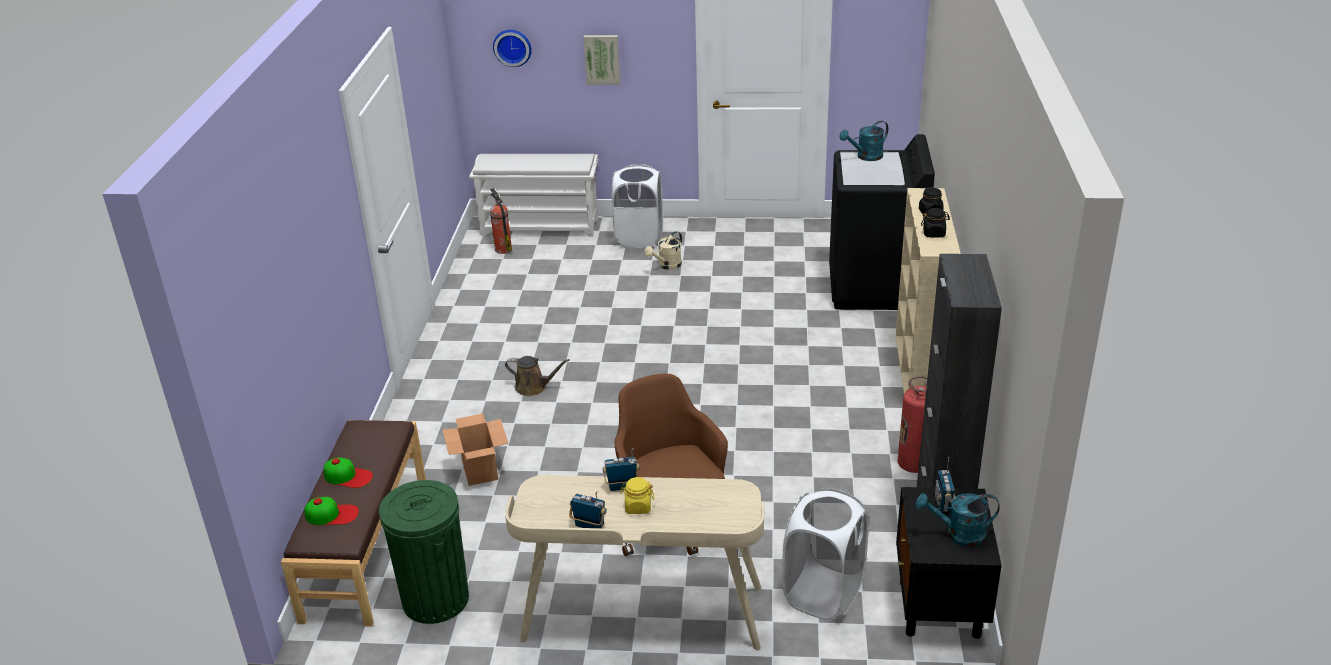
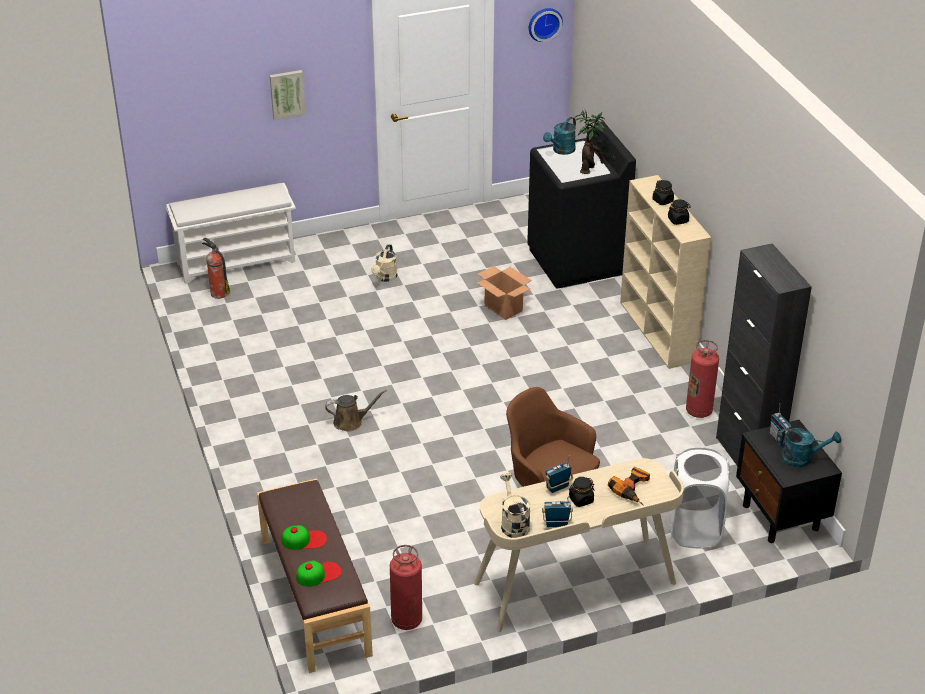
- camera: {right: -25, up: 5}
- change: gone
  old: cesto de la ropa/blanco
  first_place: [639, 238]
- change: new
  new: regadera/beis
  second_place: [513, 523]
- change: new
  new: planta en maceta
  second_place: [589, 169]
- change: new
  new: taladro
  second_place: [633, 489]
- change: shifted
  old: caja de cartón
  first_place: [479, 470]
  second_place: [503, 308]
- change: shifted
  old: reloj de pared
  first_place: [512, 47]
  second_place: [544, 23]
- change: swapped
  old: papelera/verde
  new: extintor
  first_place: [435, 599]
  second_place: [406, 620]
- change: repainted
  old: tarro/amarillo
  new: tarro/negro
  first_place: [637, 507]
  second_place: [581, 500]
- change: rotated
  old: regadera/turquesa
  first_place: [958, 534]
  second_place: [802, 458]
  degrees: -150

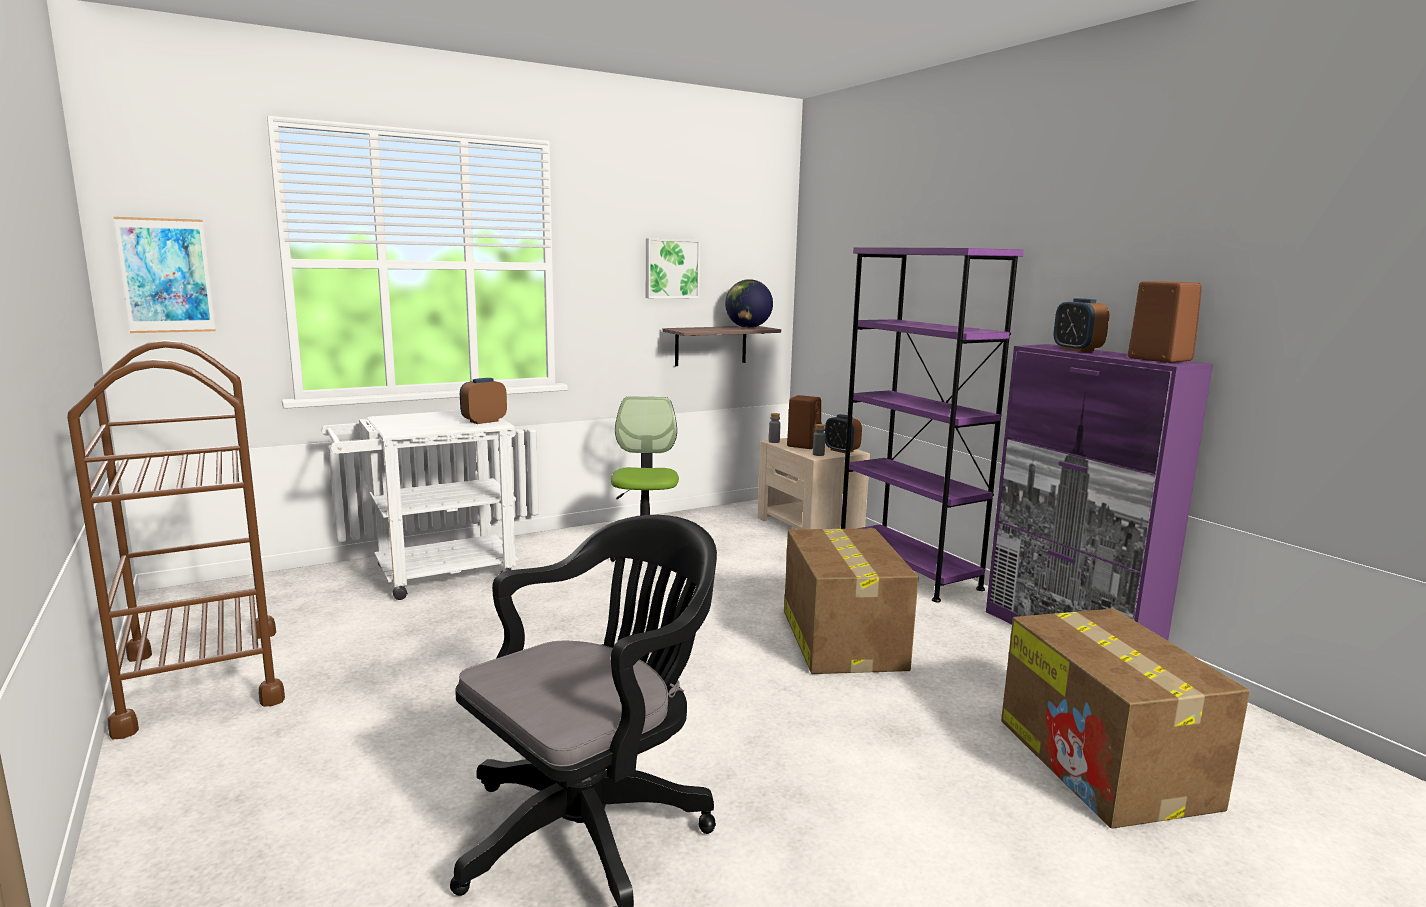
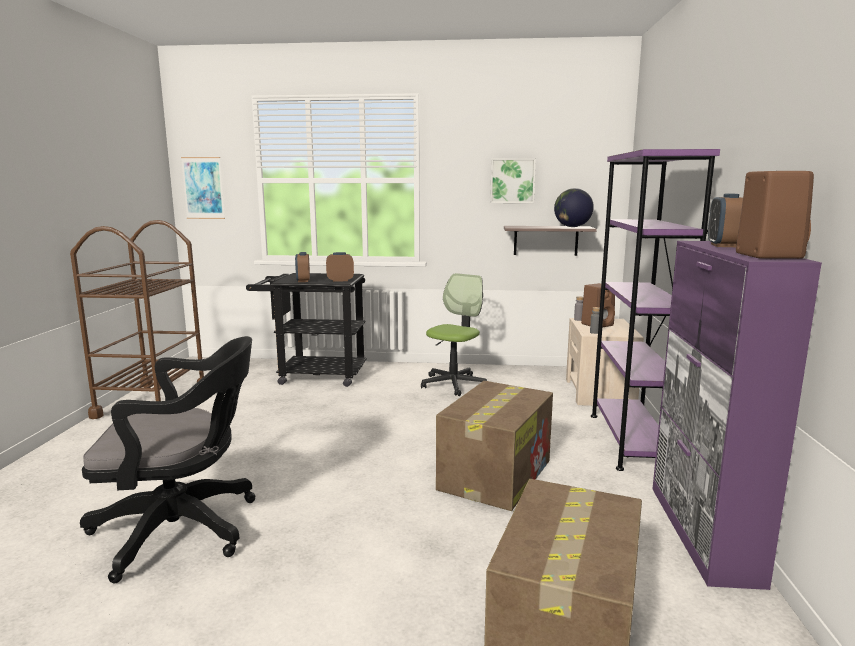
- camera: {right: 35, up: 0}
- change: shifted
  old: despertador
  first_place: [841, 451]
  second_place: [303, 280]
- change: repainted
  old: carrito/blanco
  new: carrito/negro
  first_place: [431, 575]
  second_place: [314, 375]

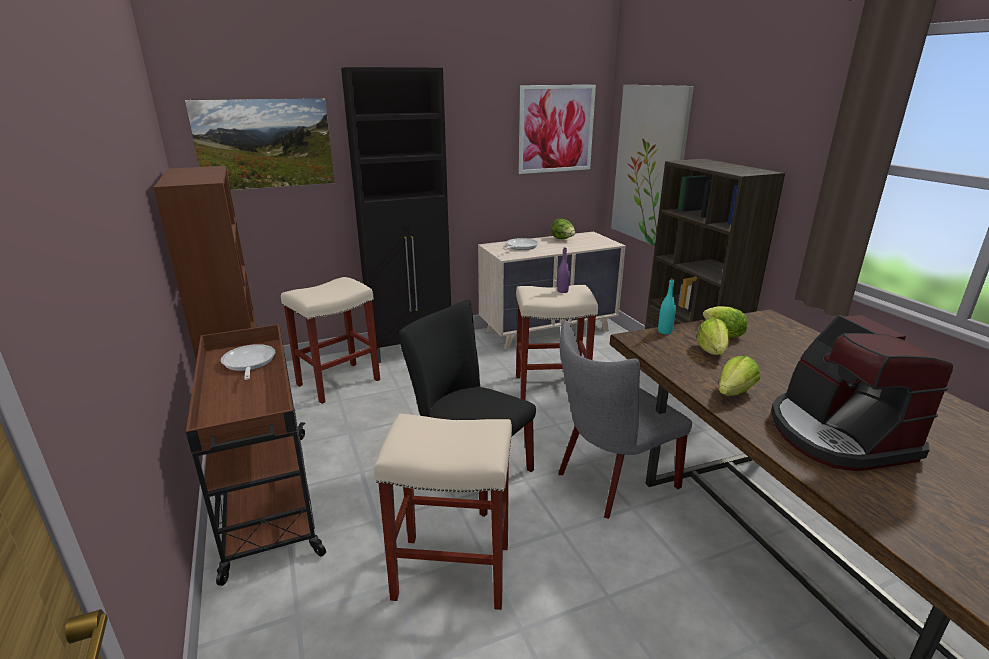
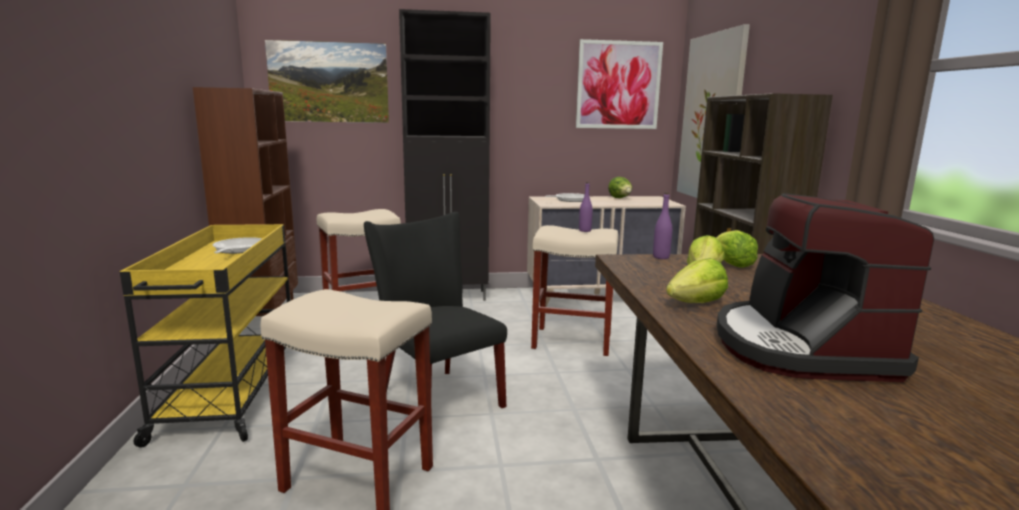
- camera: {right: 15, up: -10}
- change: gone
  old: silla/gris
  first_place: [611, 481]
- change: repainted
  old: carrito/marrón
  new: carrito/amarillo
  first_place: [268, 500]
  second_place: [232, 390]
- change: repainted
  old: botella/turquesa
  new: botella/morado
  first_place: [664, 331]
  second_place: [661, 257]

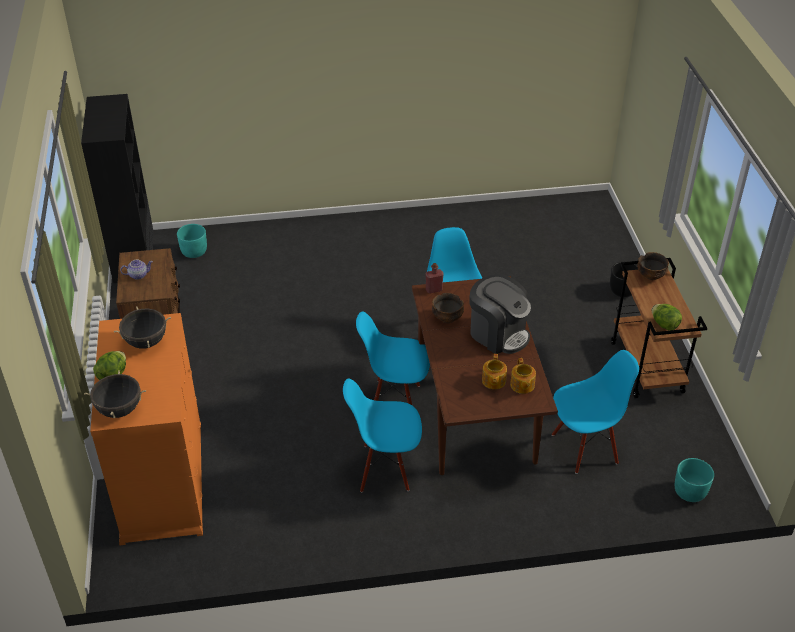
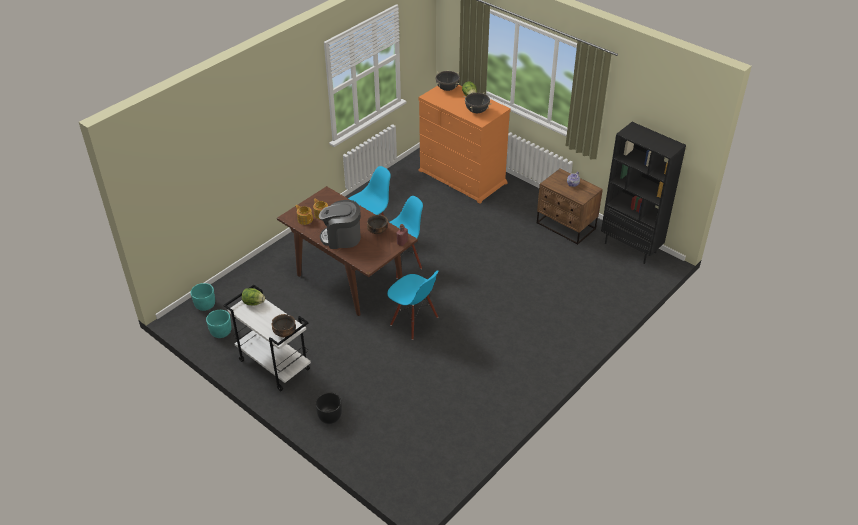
- camera: {right: 140, up: 0}
- change: gone
  old: silla/azul
  first_place: [585, 447]
- change: shifted
  old: maceta/turquesa
  first_place: [194, 251]
  second_place: [221, 332]
- change: repainted
  old: carrito/marrón
  new: carrito/blanco
  first_place: [647, 367]
  second_place: [273, 365]

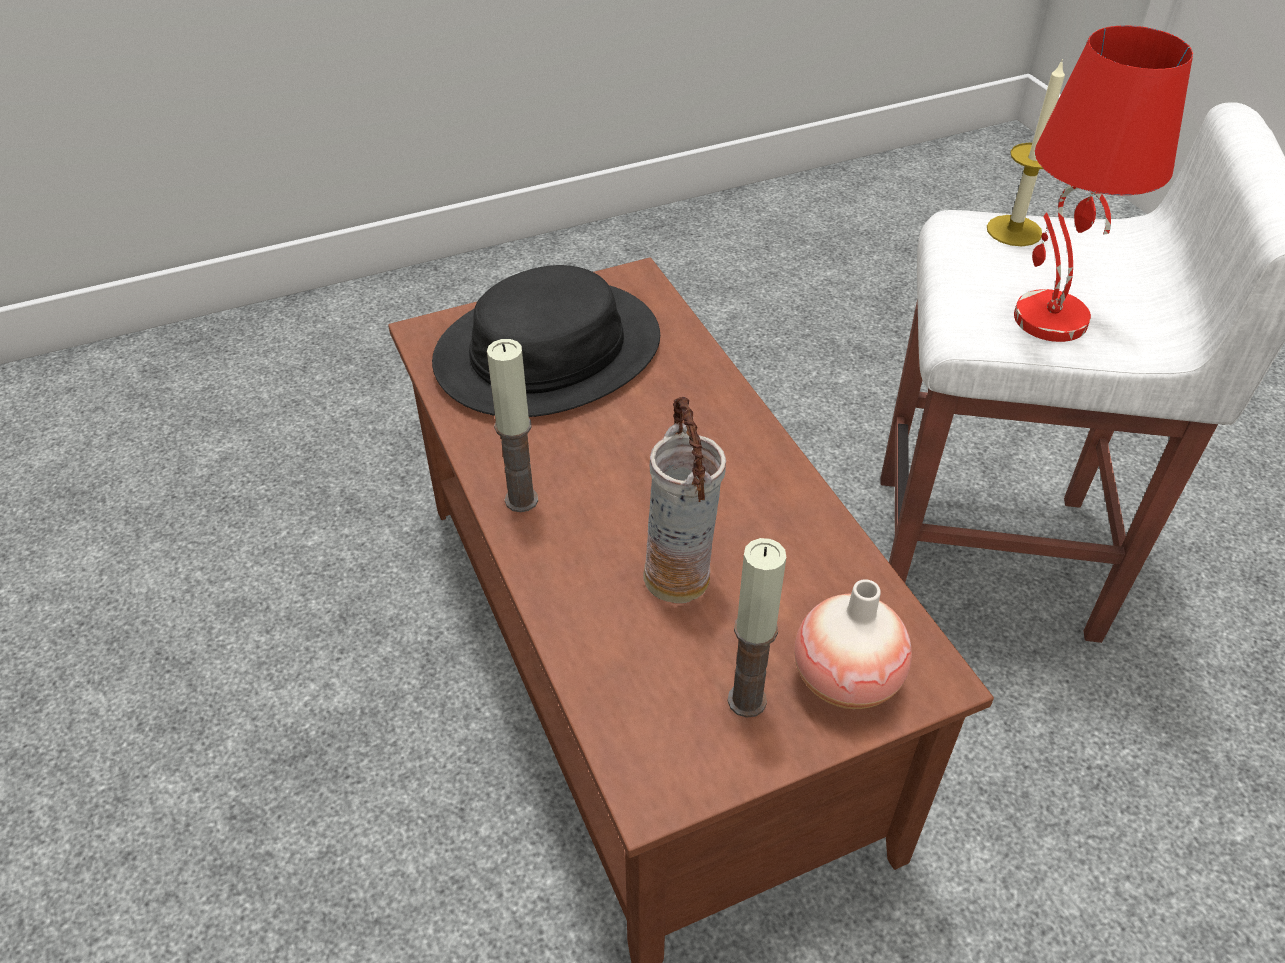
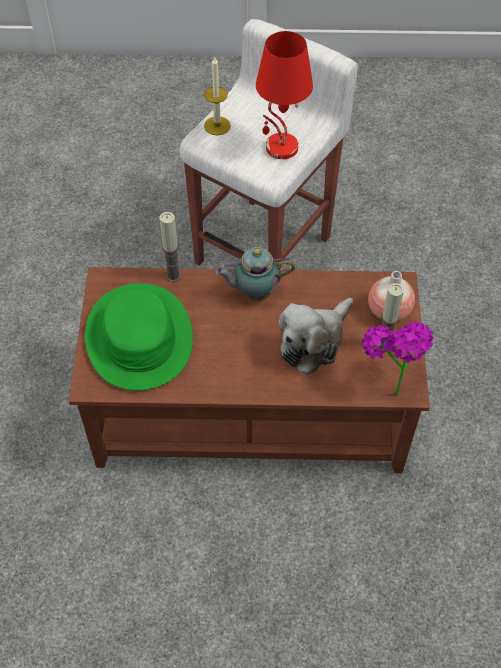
- camera: {right: -65, up: 10}
- change: new
  new: tetera
  second_place: [254, 292]
- change: new
  new: planta en maceta
  second_place: [389, 384]
- change: shifted
  old: vela
  first_place: [521, 500]
  second_place: [173, 276]
- change: swapped
  old: florero
  new: peluche
  first_place: [680, 577]
  second_place: [314, 341]
- change: repainted
  old: sombrero/negro
  new: sombrero/verde
  first_place: [547, 351]
  second_place: [138, 337]

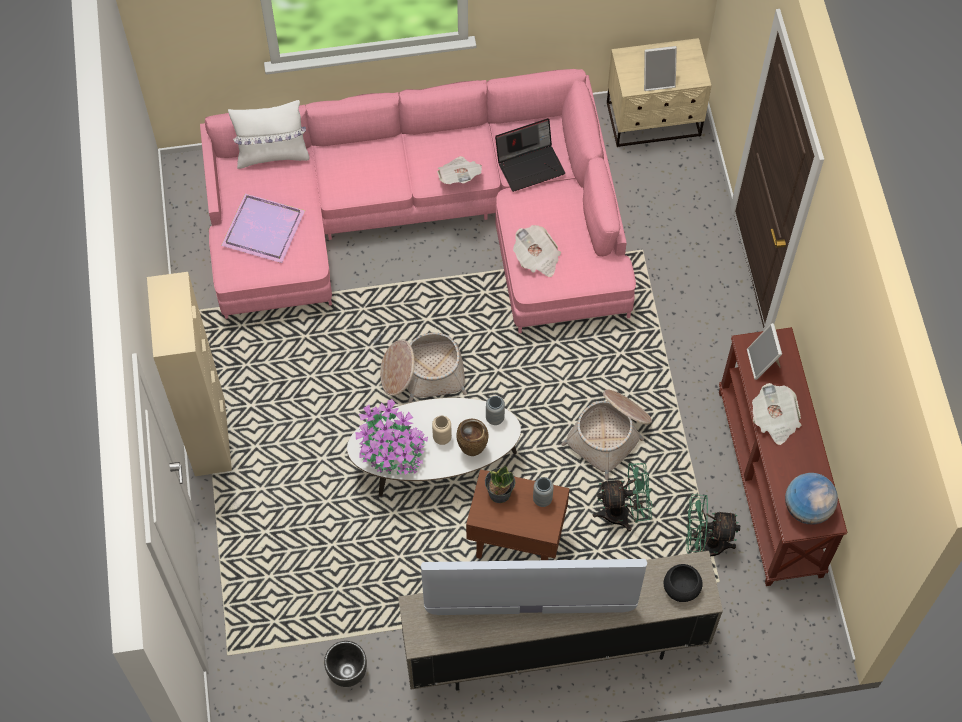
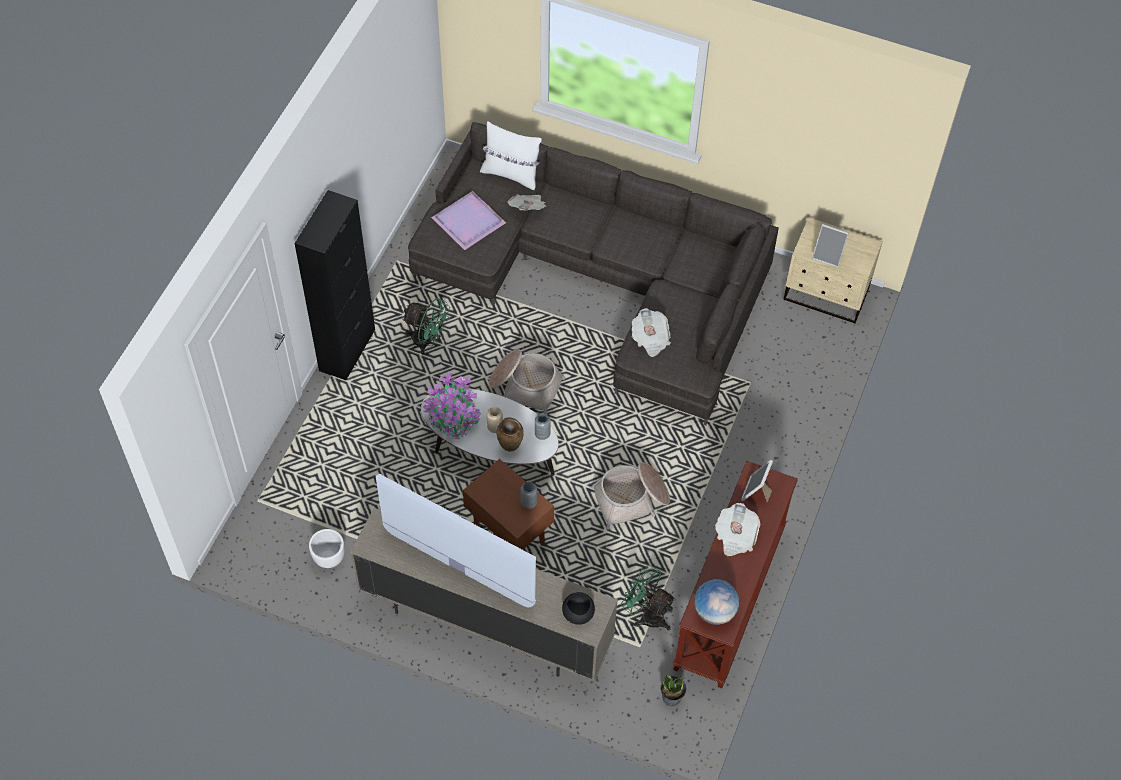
- camera: {right: 30, up: -5}
- change: gone
  old: portátil
  first_place: [530, 165]
- change: shifted
  old: periódico
  first_place: [459, 177]
  second_place: [528, 208]
- change: shifted
  old: planta en maceta
  first_place: [499, 492]
  second_place: [671, 697]
- change: shifted
  old: ventilador/verde
  first_place: [623, 513]
  second_place: [427, 341]
- change: repainted
  old: armario/beis
  new: armario/negro
  first_place: [210, 437]
  second_place: [347, 350]
- change: repainted
  old: sofá/rosa
  new: sofá/gris
  first_place: [425, 220]
  second_place: [602, 280]
- change: repainted
  old: maceta/negro
  new: maceta/blanco
  first_place: [347, 673]
  second_place: [329, 558]

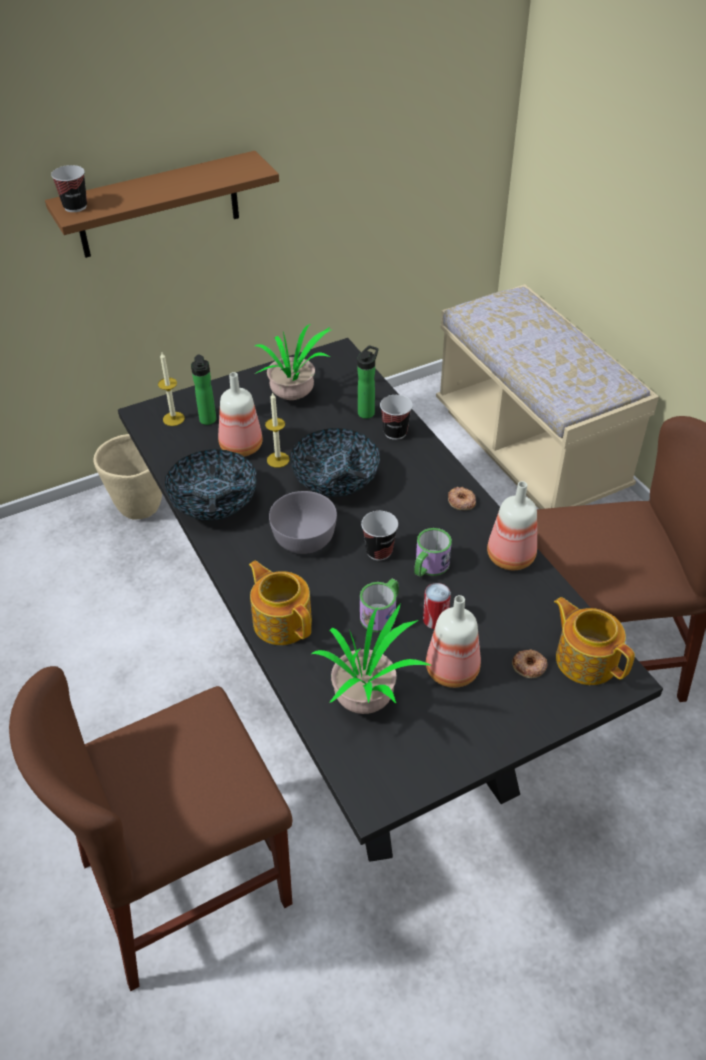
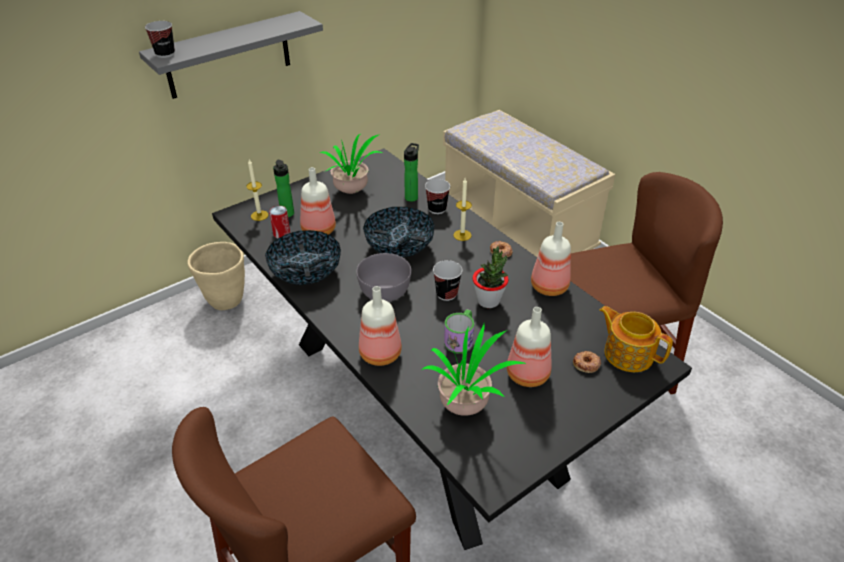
- camera: {right: -10, up: -5}
- change: shifted
  old: vela
  first_place: [278, 460]
  second_place: [462, 235]
- change: shifted
  old: lata
  first_place: [435, 620]
  second_place: [281, 234]
- change: swapped
  old: tetera
  new: botella
  first_place: [282, 620]
  second_place: [382, 354]
- change: swapped
  old: taza grande
  new: planta en maceta
  first_place: [429, 567]
  second_place: [488, 301]
- change: repainted
  old: estante/marrón
  new: estante/gris
  first_place: [158, 206]
  second_place: [228, 55]

